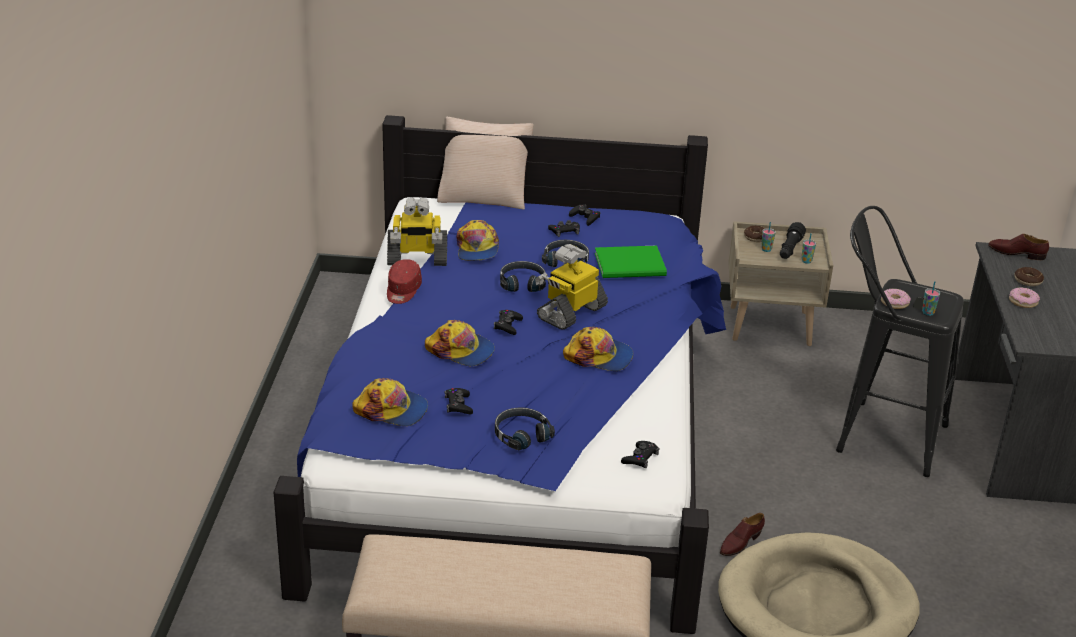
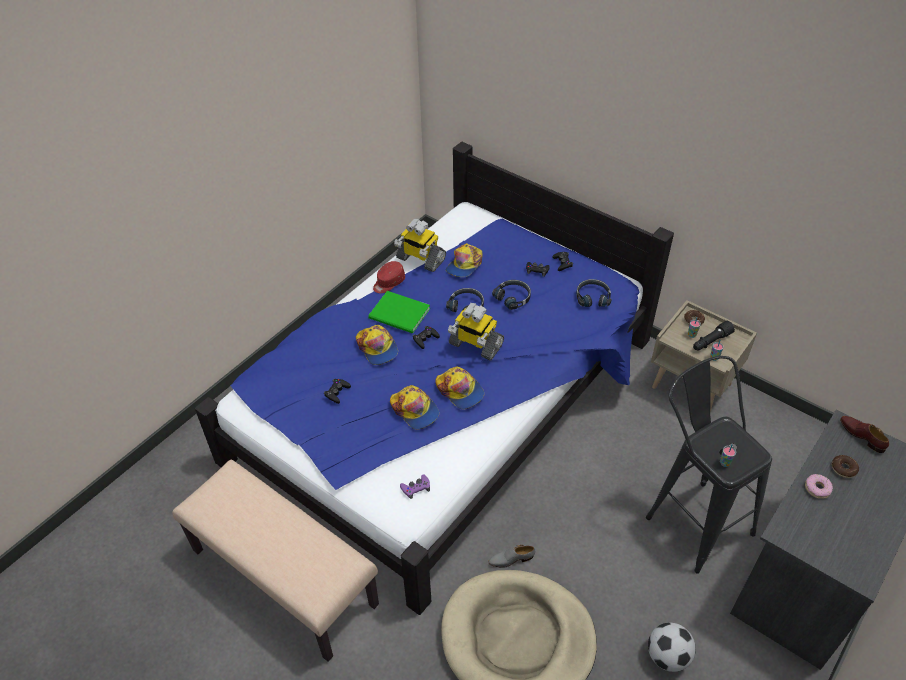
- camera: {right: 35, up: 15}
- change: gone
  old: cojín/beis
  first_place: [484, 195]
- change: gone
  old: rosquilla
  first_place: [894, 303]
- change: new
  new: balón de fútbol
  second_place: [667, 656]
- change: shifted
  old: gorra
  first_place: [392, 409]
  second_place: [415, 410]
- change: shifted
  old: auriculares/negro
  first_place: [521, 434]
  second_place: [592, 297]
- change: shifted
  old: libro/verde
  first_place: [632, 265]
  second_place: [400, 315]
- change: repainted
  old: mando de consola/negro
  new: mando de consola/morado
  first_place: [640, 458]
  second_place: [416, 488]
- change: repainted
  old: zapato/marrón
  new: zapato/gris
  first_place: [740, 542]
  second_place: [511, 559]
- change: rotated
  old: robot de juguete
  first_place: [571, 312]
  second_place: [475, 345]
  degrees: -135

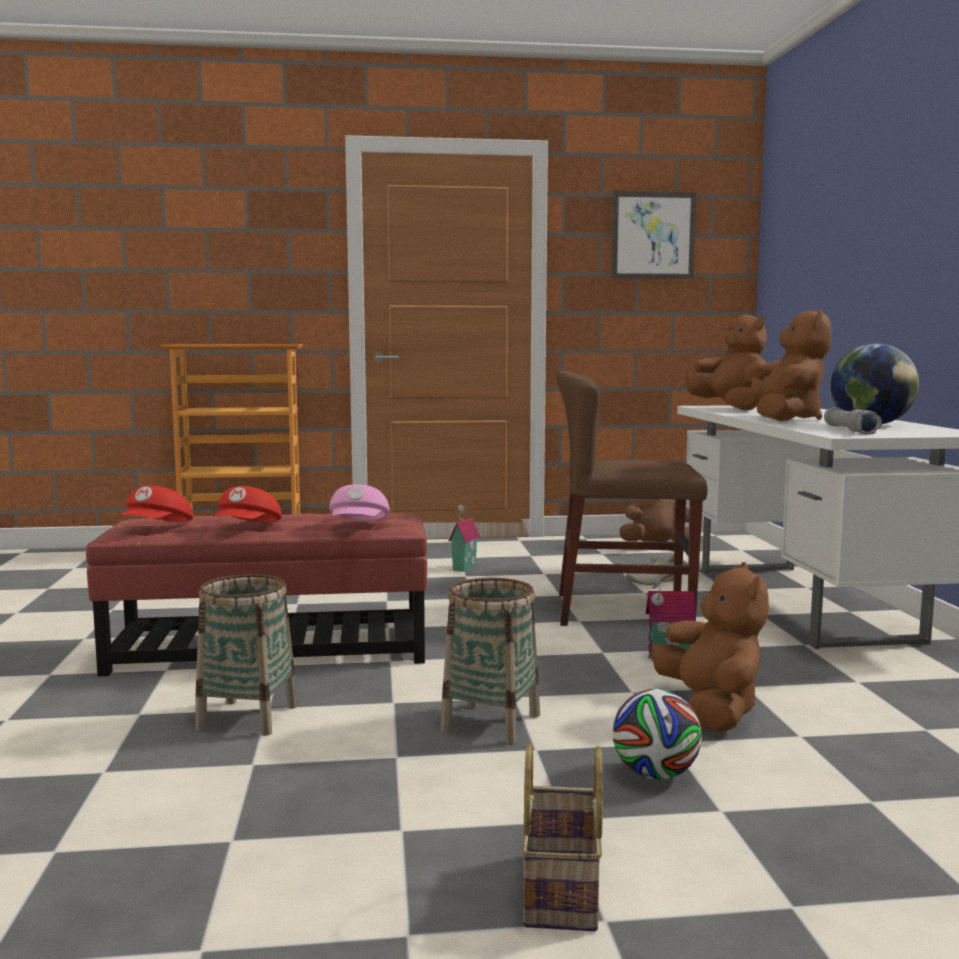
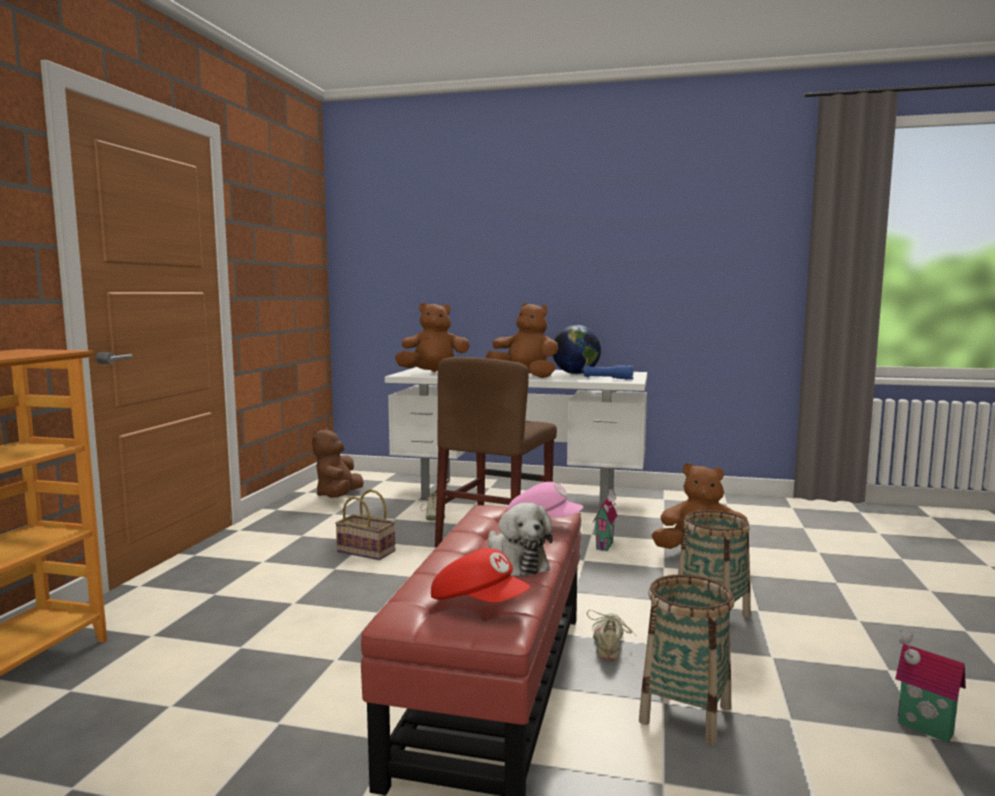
- camera: {right: -70, up: 0}
- change: gone
  old: cuadro
  first_place: [653, 235]
- change: gone
  old: balón de fútbol
  first_place: [655, 775]
- change: new
  new: zapato/beis
  second_place: [609, 644]
- change: shifted
  old: casita
  first_place: [462, 568]
  second_place: [923, 729]
- change: shifted
  old: cesta
  first_place: [563, 892]
  second_place: [368, 551]
- change: swapped
  old: gorra/rojo
  new: peluche
  first_place: [248, 528]
  second_place: [515, 562]
- change: repainted
  old: linterna/gris
  new: linterna/azul
  first_place: [850, 431]
  second_place: [608, 378]

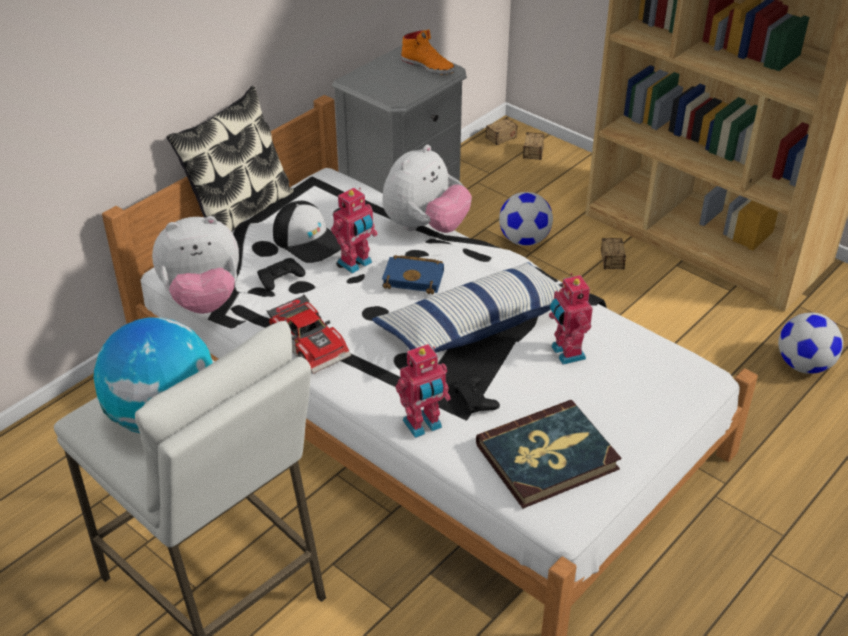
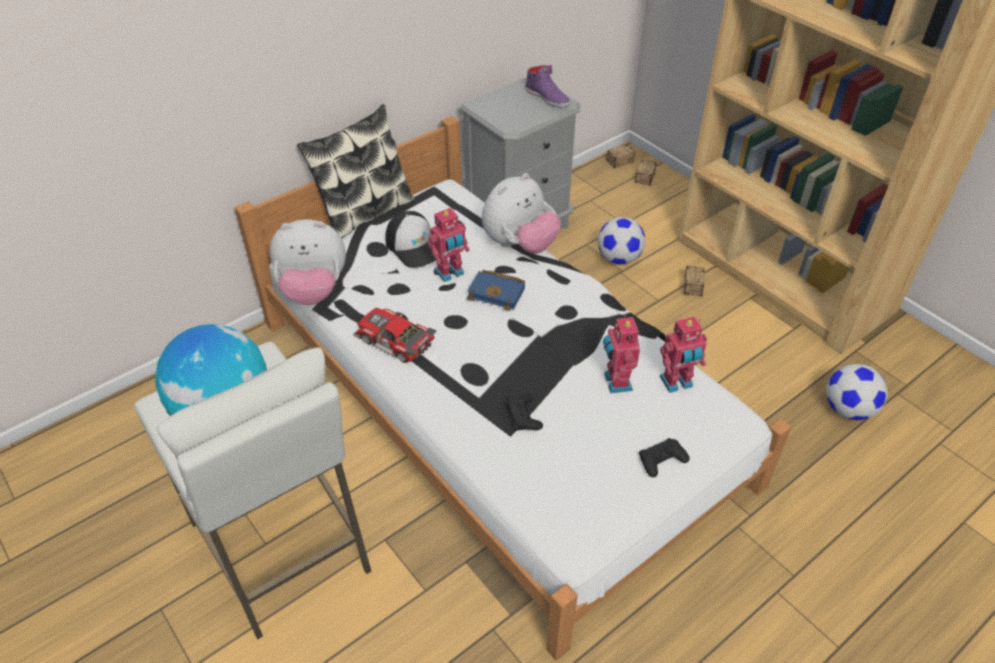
- camera: {right: 10, up: 5}
- change: gone
  old: cojín
  first_place: [475, 325]
- change: gone
  old: libro
  first_place: [547, 457]
- change: shifted
  old: mando de consola/negro
  first_place: [280, 278]
  second_place: [662, 460]
- change: shifted
  old: robot de juguete
  first_place: [423, 425]
  second_place: [677, 383]
- change: repainted
  old: zapato/naranja
  new: zapato/morado
  first_place: [428, 65]
  second_place: [547, 97]
- change: rotated
  old: coche de juguete
  first_place: [311, 342]
  second_place: [393, 342]
  degrees: 150

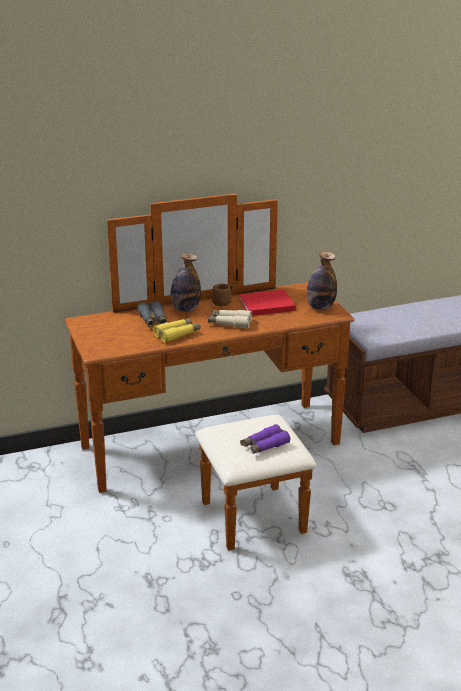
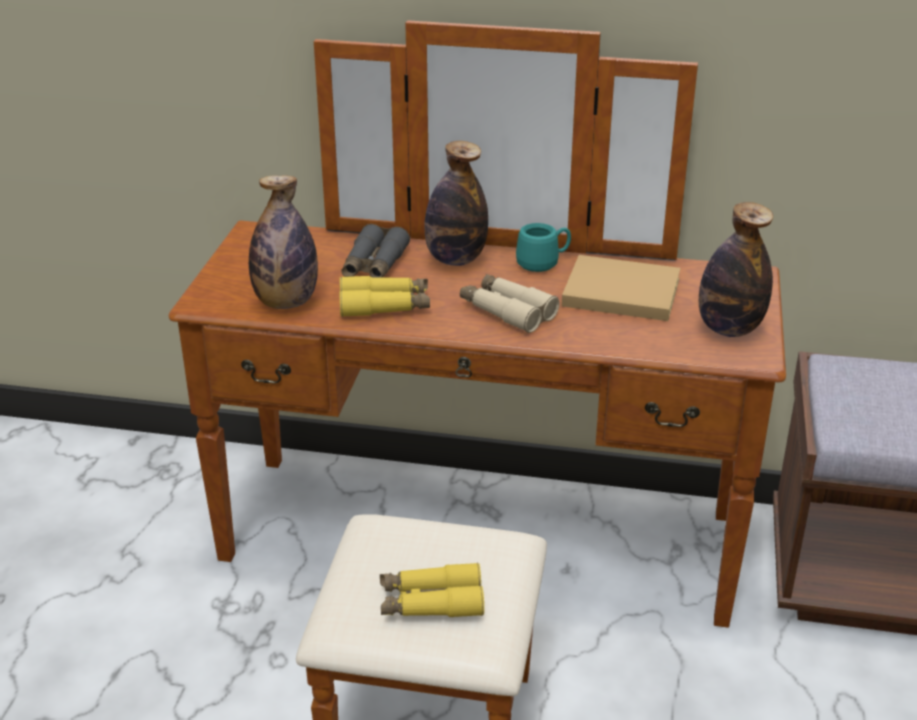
- camera: {right: 30, up: 5}
- change: new
  new: botella
  second_place: [286, 302]
- change: repainted
  old: taza grande/marrón
  new: taza grande/turquesa
  first_place: [224, 301]
  second_place: [543, 263]
- change: repainted
  old: libro/rojo
  new: libro/beis
  first_place: [265, 305]
  second_place: [617, 291]
- change: repainted
  old: prismáticos/morado
  new: prismáticos/amarillo
  first_place: [264, 445]
  second_place: [431, 602]

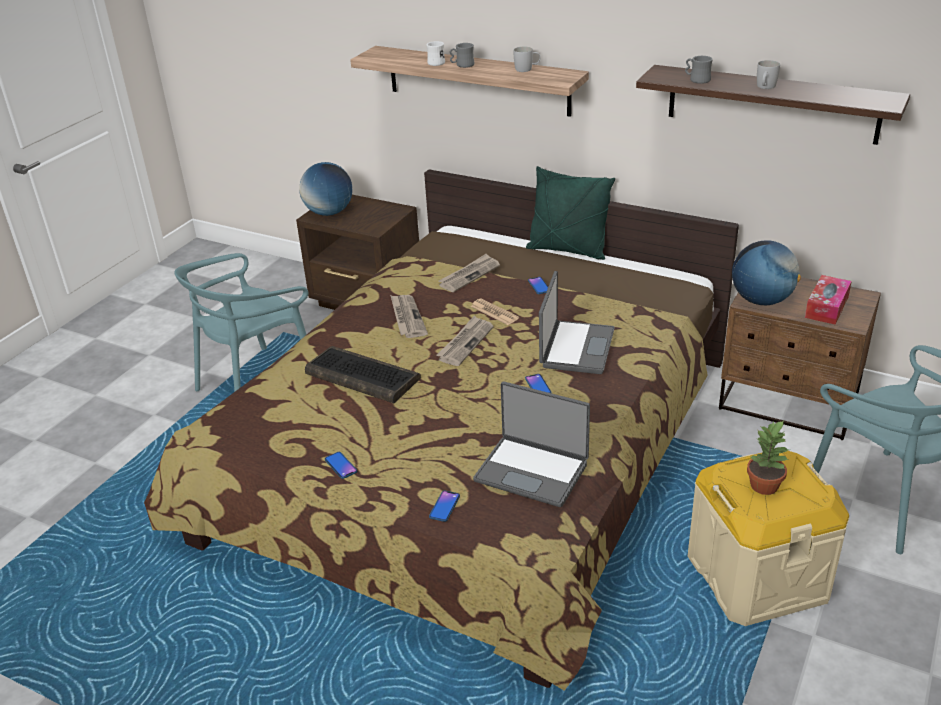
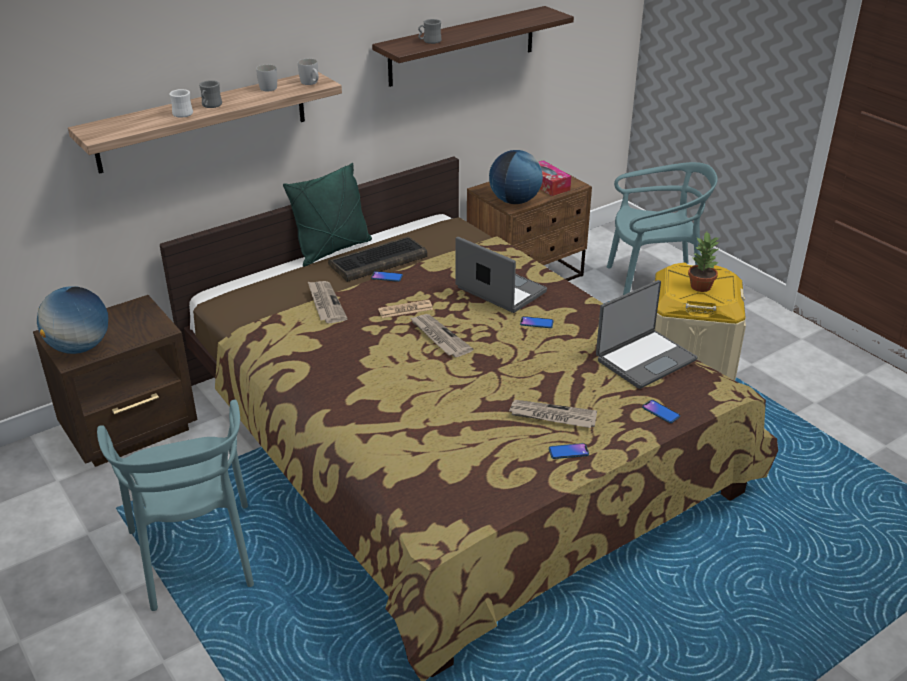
- camera: {right: -65, up: 0}
- change: shifted
  old: teclado
  first_place: [361, 376]
  second_place: [377, 261]
- change: shifted
  old: periódico
  first_place: [407, 318]
  second_place: [552, 416]
- change: shifted
  old: taza grande/blanco
  first_place: [765, 87]
  second_place: [311, 83]

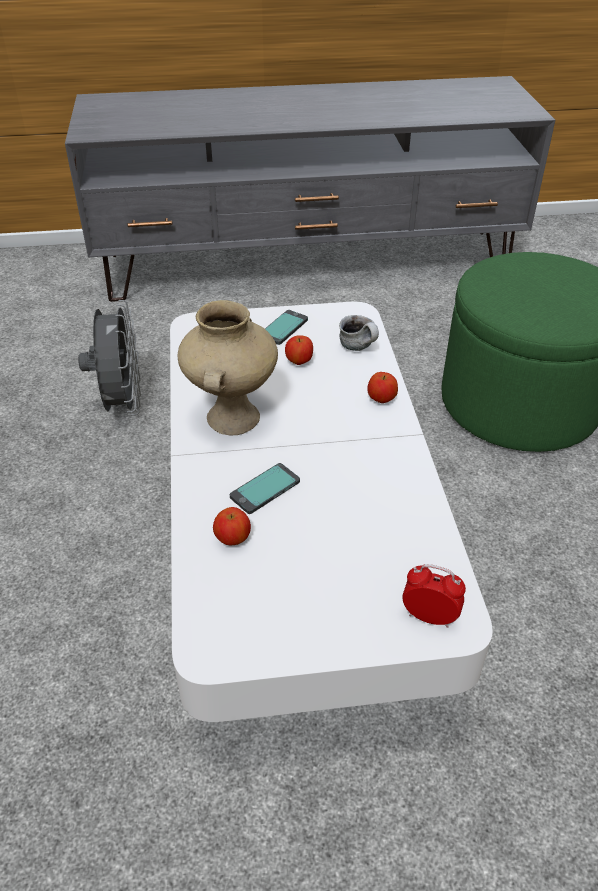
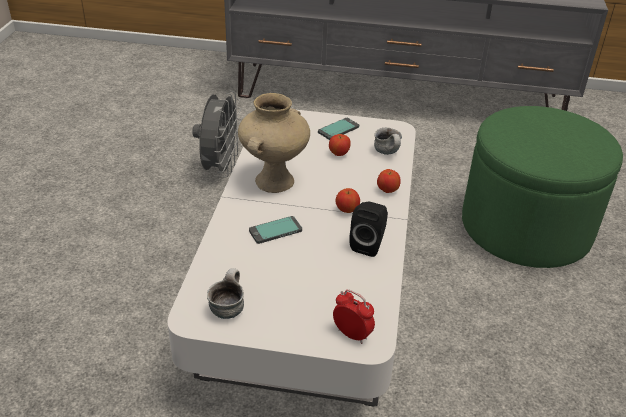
- camera: {right: 15, up: -5}
- change: new
  new: taza grande
  second_place: [227, 307]
- change: new
  new: altavoz/negro
  second_place: [368, 244]
- change: shifted
  old: manzana
  first_place: [232, 539]
  second_place: [347, 210]

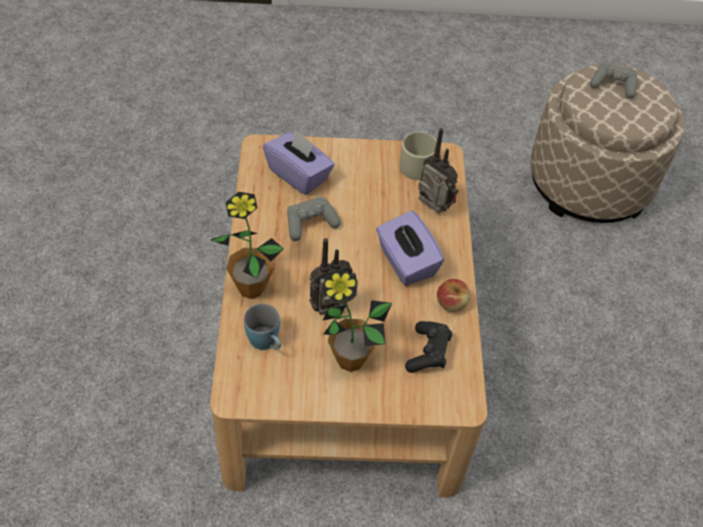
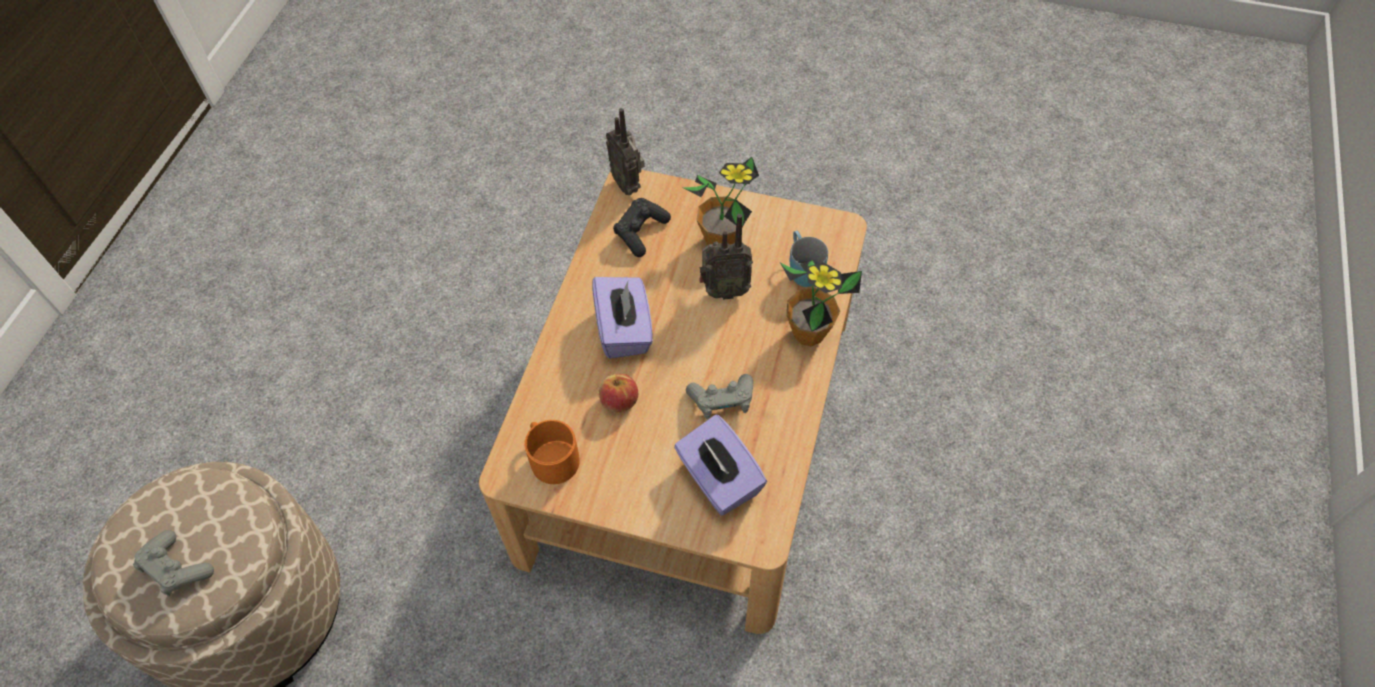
- camera: {right: -160, up: 5}
- change: shifted
  old: radio
  first_place: [432, 210]
  second_place: [628, 184]
- change: shifted
  old: manzana
  first_place: [451, 303]
  second_place: [619, 401]
- change: repainted
  old: taza grande/beis
  new: taza grande/naranja
  first_place: [420, 169]
  second_place: [551, 457]

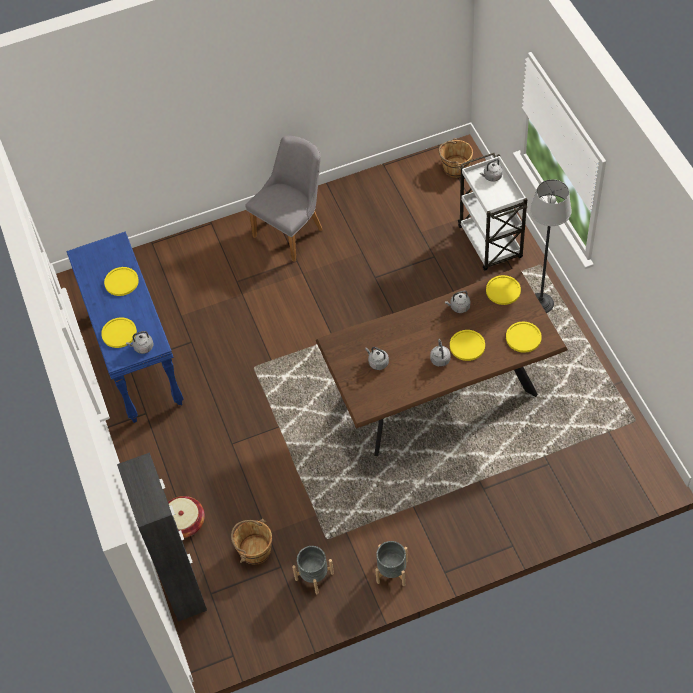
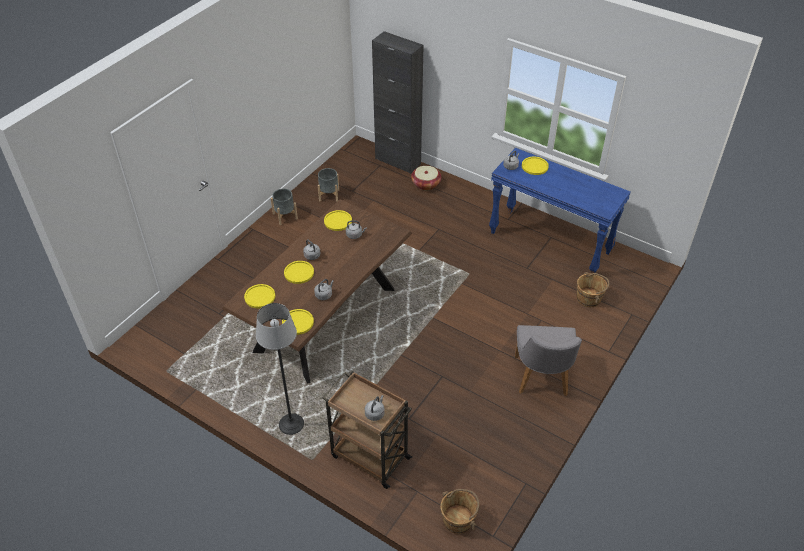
- camera: {right: 140, up: -10}
- change: shifted
  old: plato/amarillo
  first_place: [121, 282]
  second_place: [338, 221]
- change: shifted
  old: cubo/marrón
  first_place: [254, 549]
  second_place: [589, 298]
- change: repainted
  old: carrito/blanco
  new: carrito/marrón
  first_place: [490, 243]
  second_place: [369, 456]

